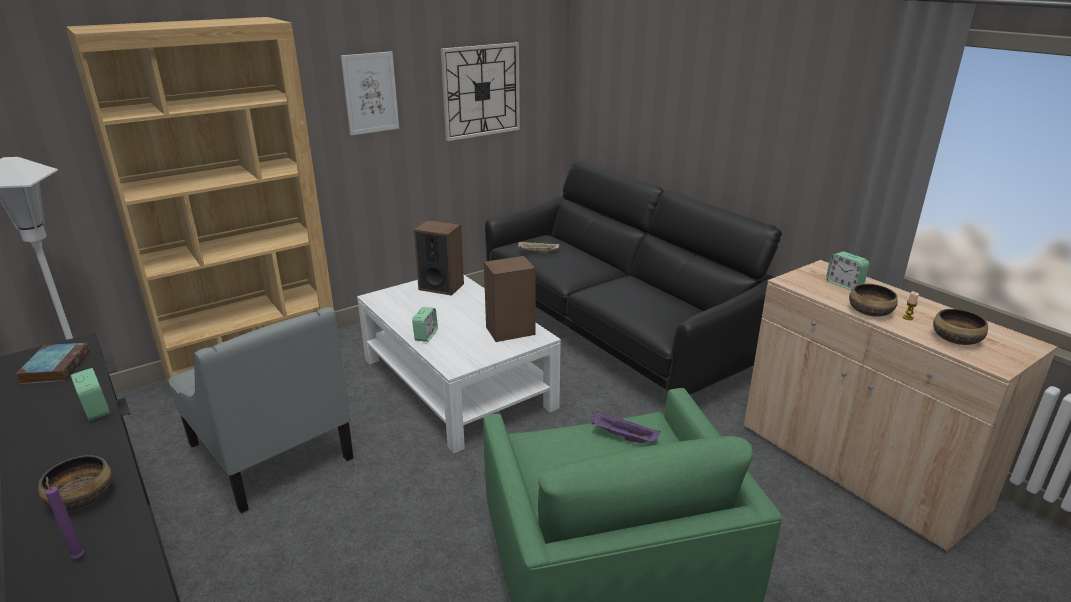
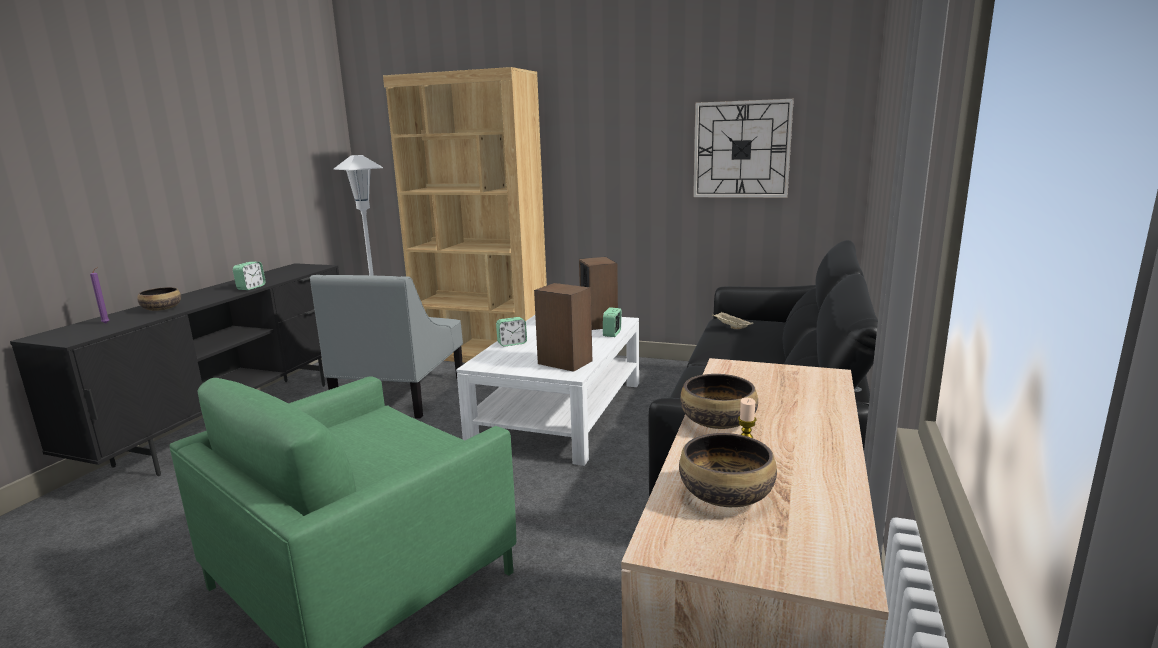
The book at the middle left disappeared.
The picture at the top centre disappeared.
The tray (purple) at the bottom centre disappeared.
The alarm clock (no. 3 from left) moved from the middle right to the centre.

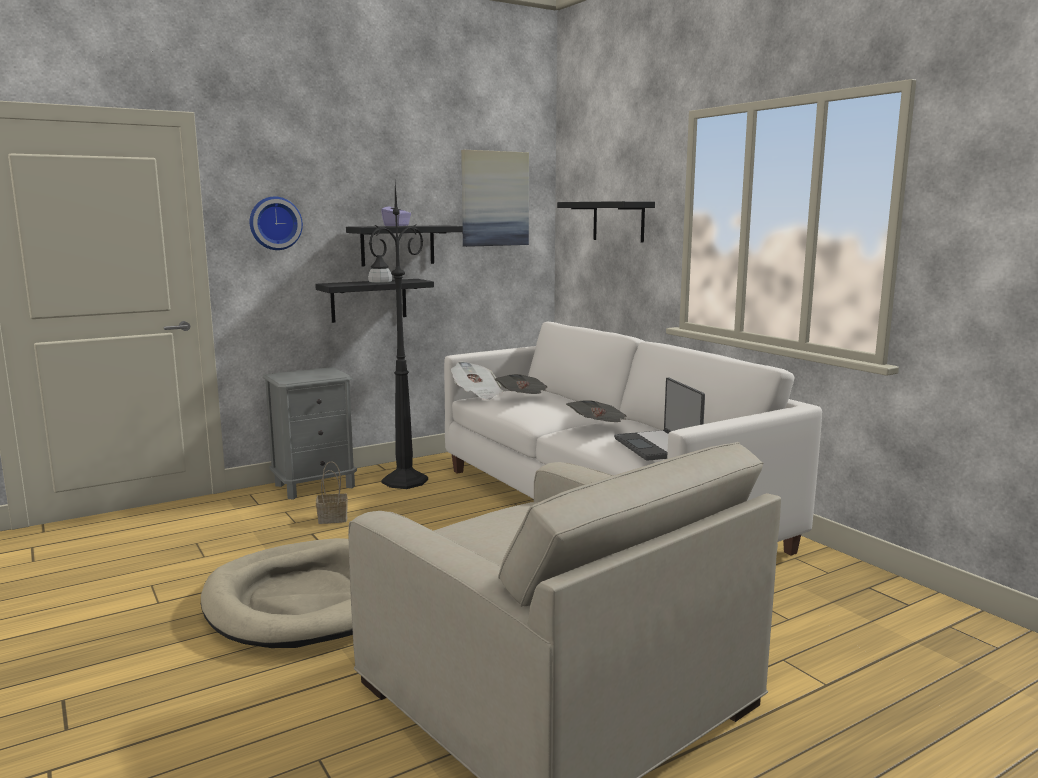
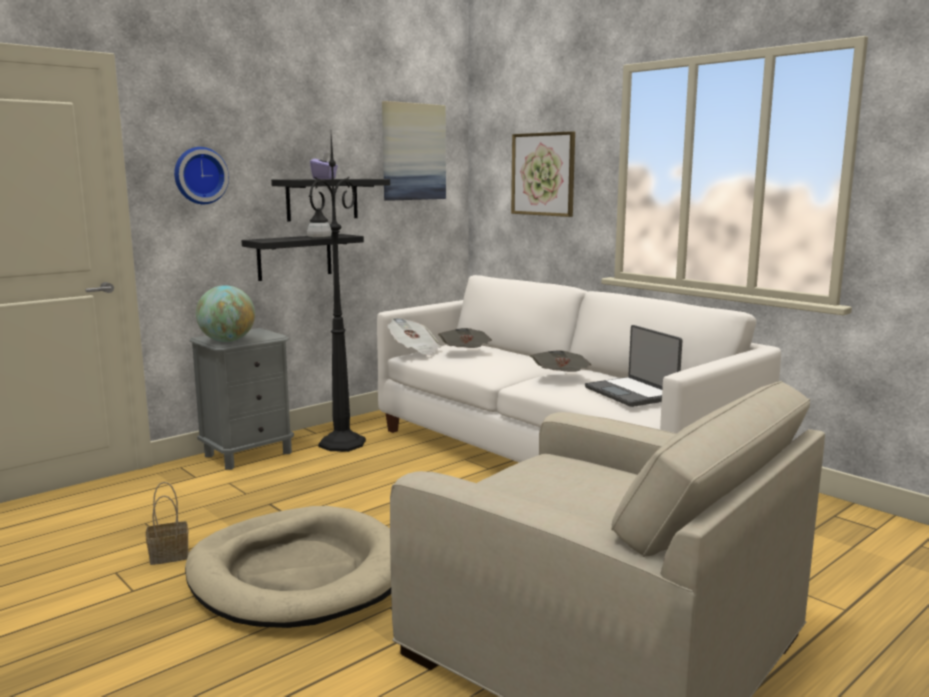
The basket moved from the middle left to the bottom left.
The shelf (black) (no. 3 from left) at the top centre was replaced by the picture (no. 2 from left) at the top centre.
The globe at the middle left appeared.

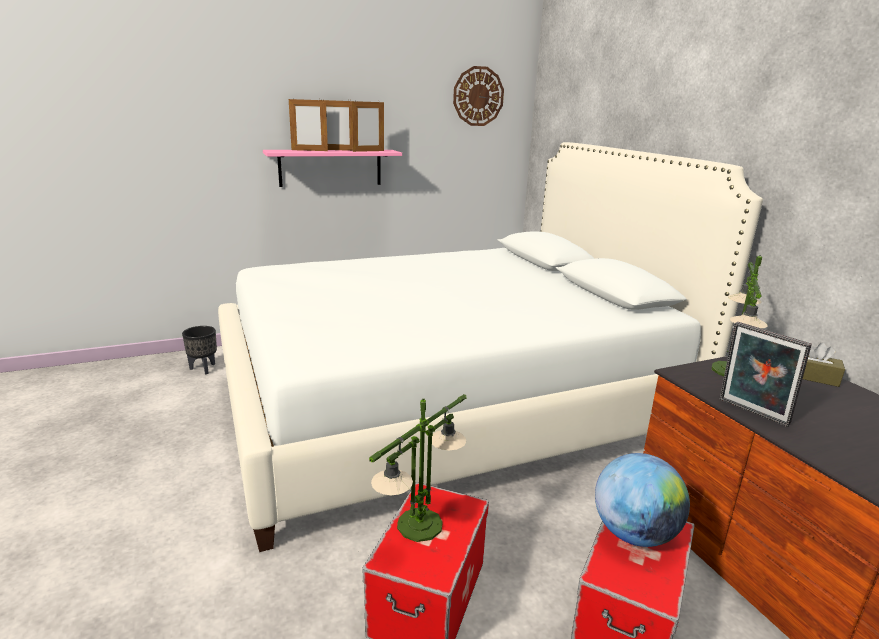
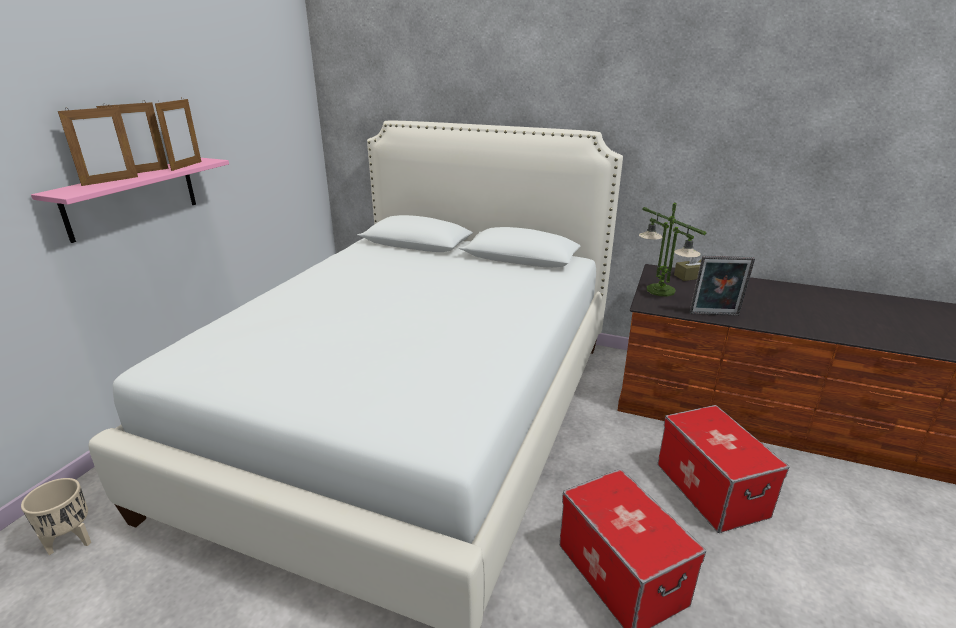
The planter (black) at the middle left became the planter (beige) at the bottom left.
The table lamp (no. 1 from left) at the bottom centre disappeared.
The wall clock at the top centre disappeared.
The globe at the bottom right disappeared.

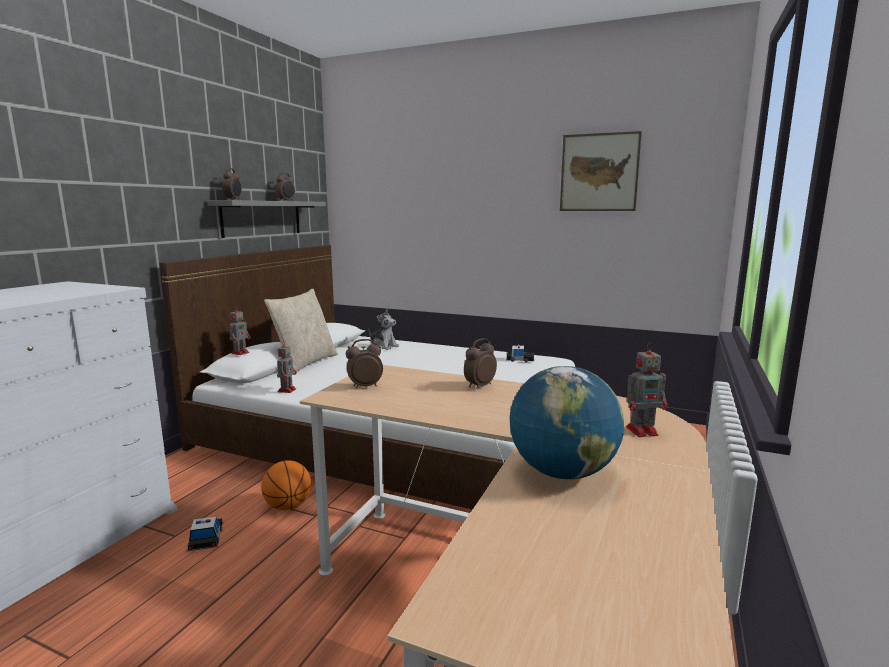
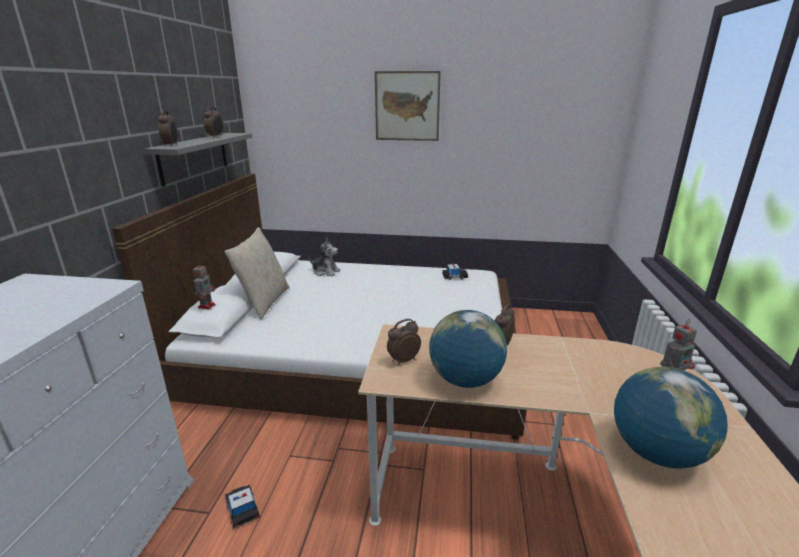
The basketball at the bottom left disappeared.
The toy robot (no. 2 from left) at the middle left disappeared.
The picture moved from the top right to the top centre.
The globe (no. 1 from left) at the centre appeared.

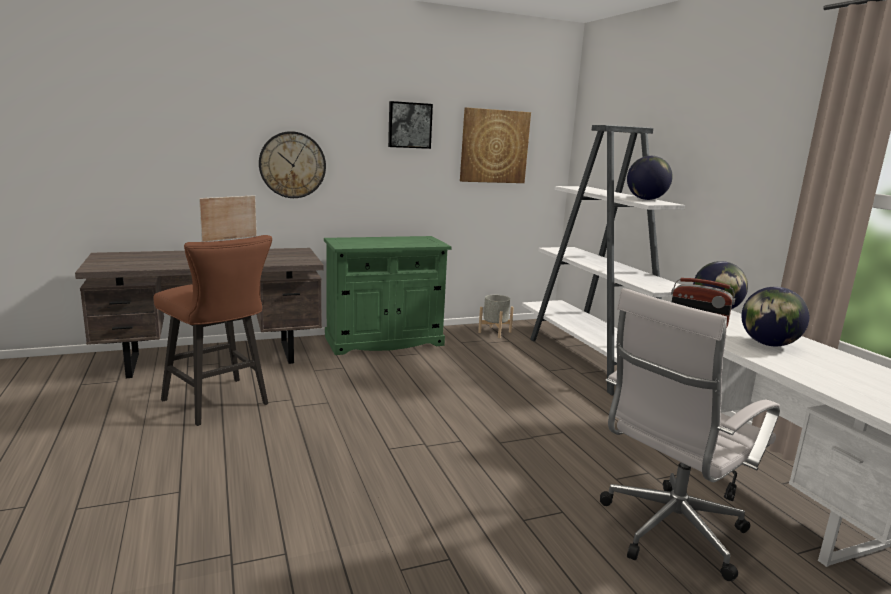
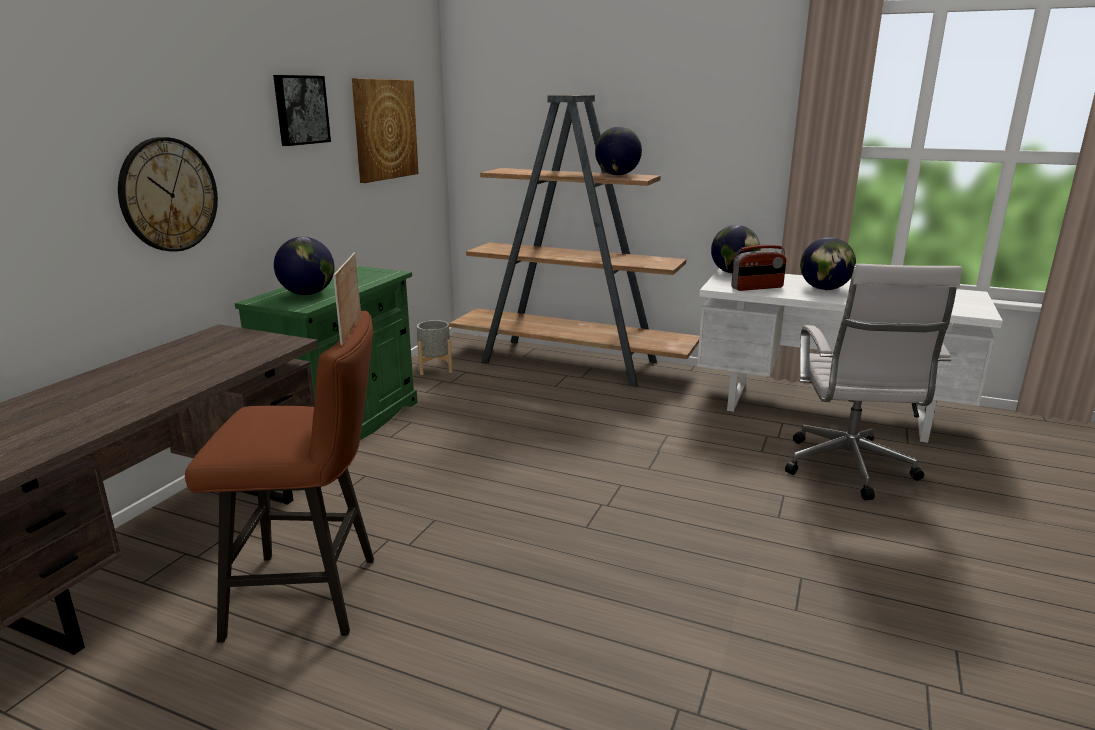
The bookcase (white) at the middle right became the bookcase (brown) at the top centre.
The globe (no. 1 from left) at the middle left appeared.

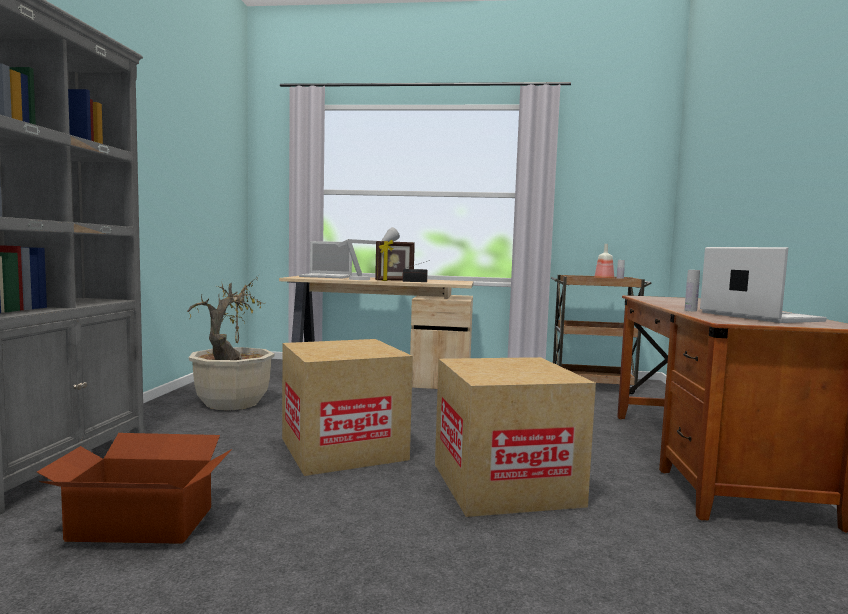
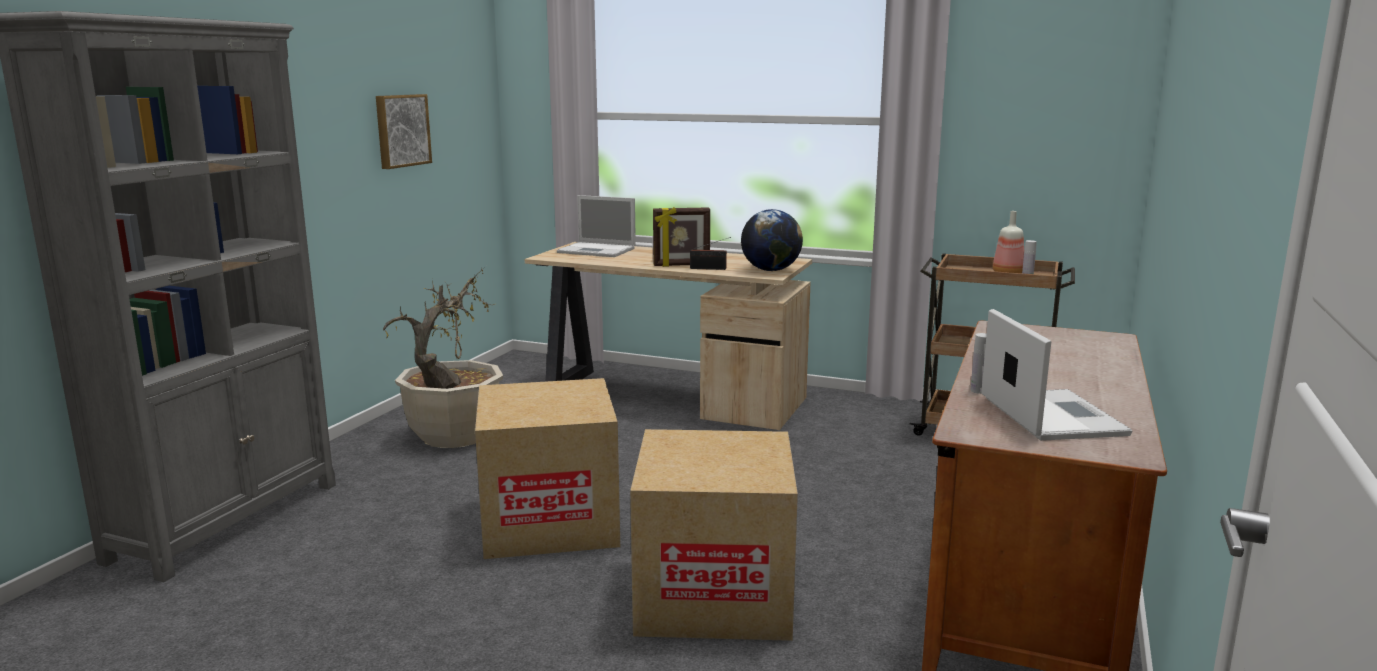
The cardboard box (no. 1 from left) at the bottom left disappeared.
The table lamp (grey) at the centre disappeared.
The picture at the top left appeared.
The globe at the centre appeared.

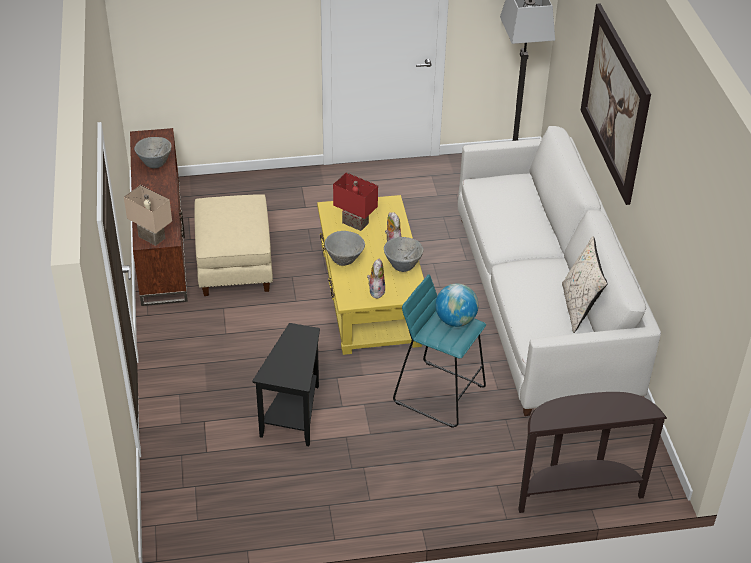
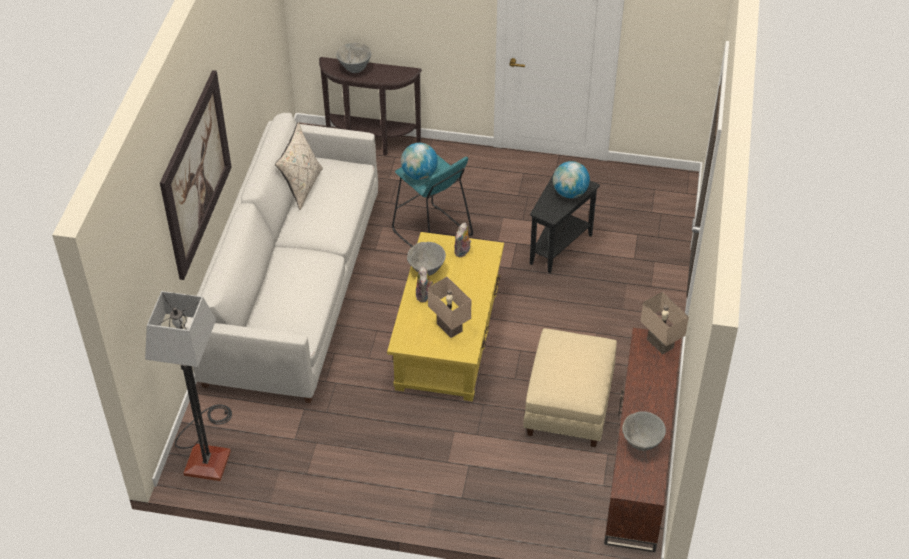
The bowl (grey) (no. 2 from left in the first image) moved from the centre to the top centre.
The table lamp (red) at the centre became the table lamp (beige) (no. 1 from left) at the centre.
The globe (no. 2 from left) at the top centre appeared.

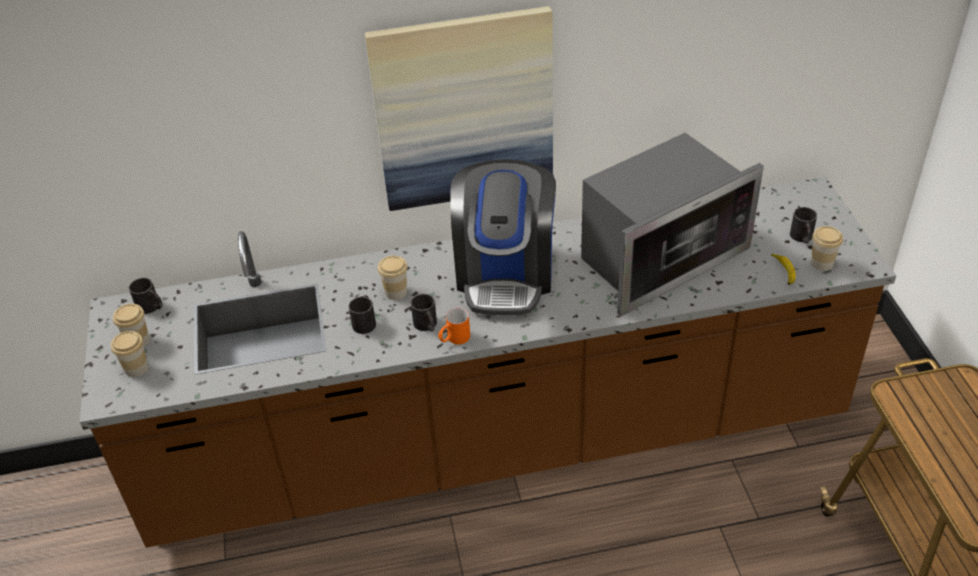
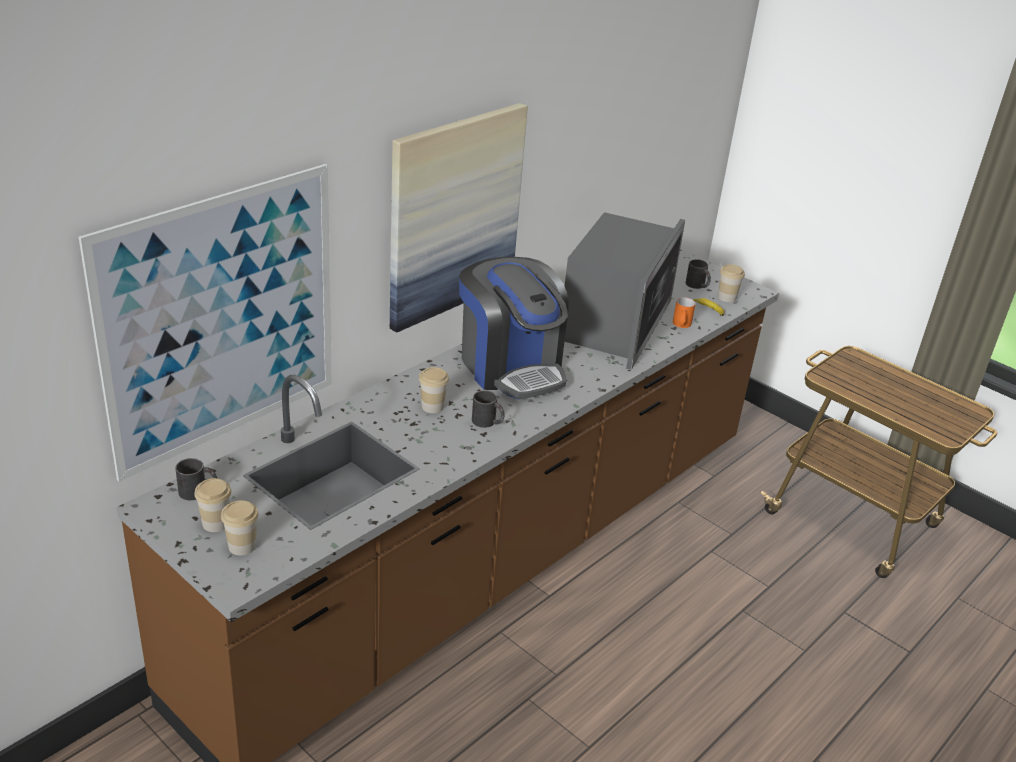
The mug (black) (no. 2 from left) at the centre disappeared.
The mug (orange) moved from the centre to the middle right.
The picture (no. 1 from left) at the middle left appeared.

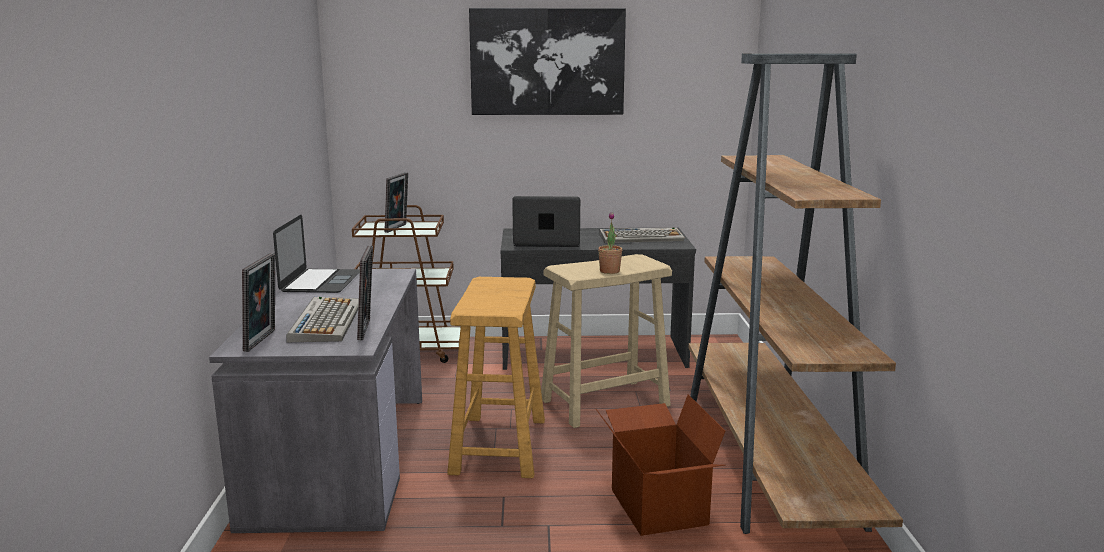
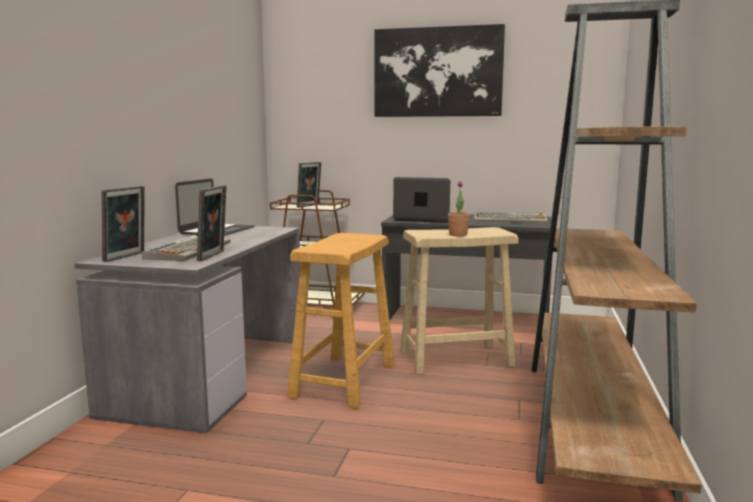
The cardboard box at the bottom centre disappeared.

